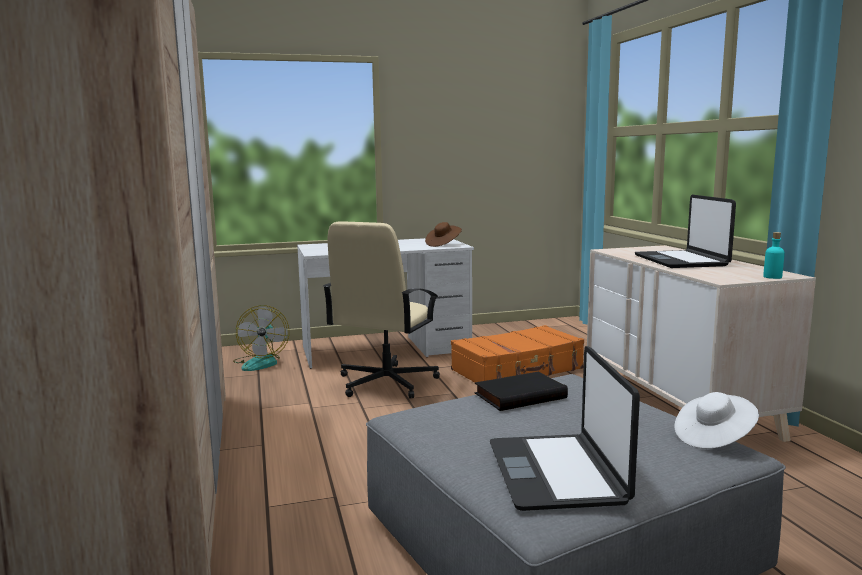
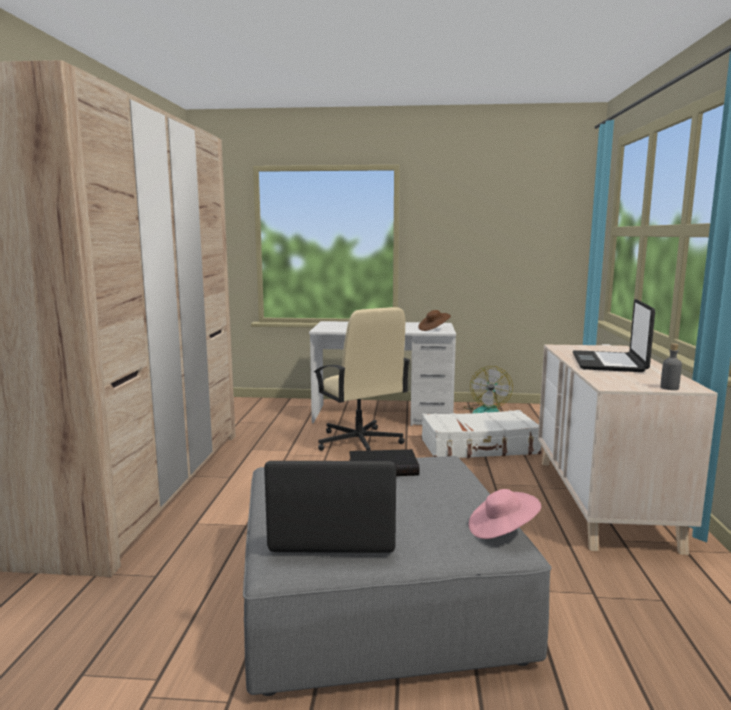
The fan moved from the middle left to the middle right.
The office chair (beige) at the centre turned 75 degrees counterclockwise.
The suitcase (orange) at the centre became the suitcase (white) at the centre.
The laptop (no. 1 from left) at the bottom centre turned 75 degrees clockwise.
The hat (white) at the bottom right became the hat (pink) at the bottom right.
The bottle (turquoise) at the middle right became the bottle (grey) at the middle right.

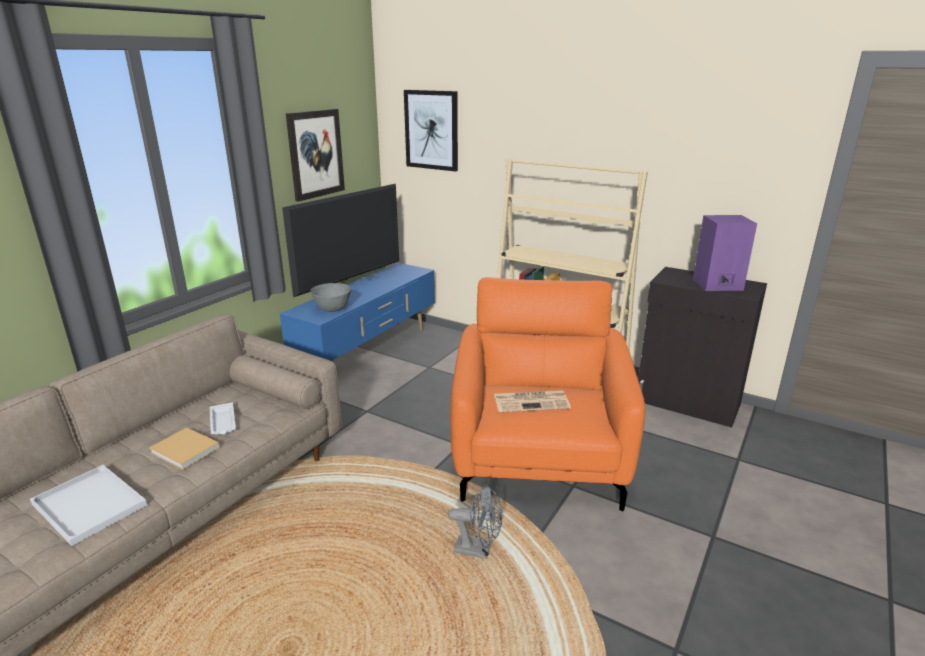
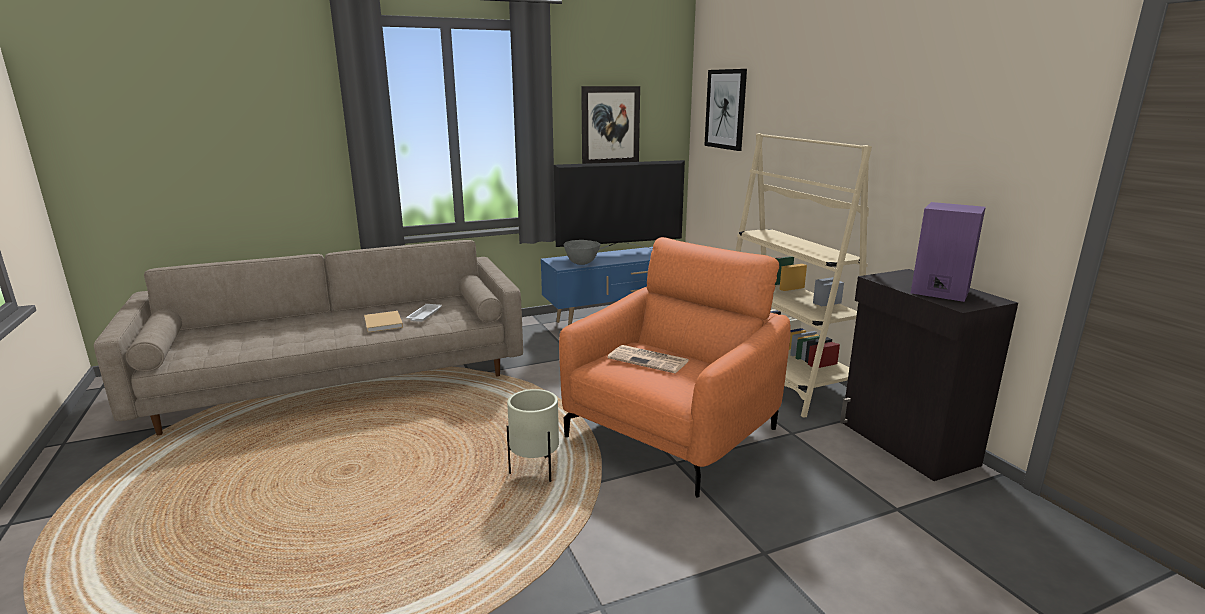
The tray (white) (no. 1 from left) at the bottom left disappeared.
The fan (grey) at the bottom centre was replaced by the planter (beige) at the bottom centre.

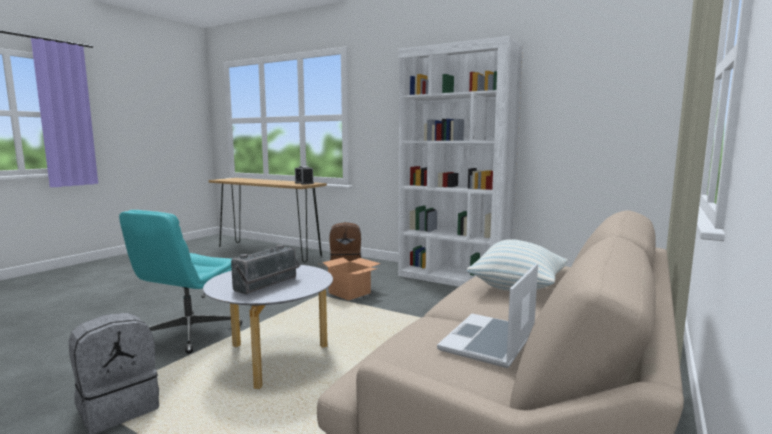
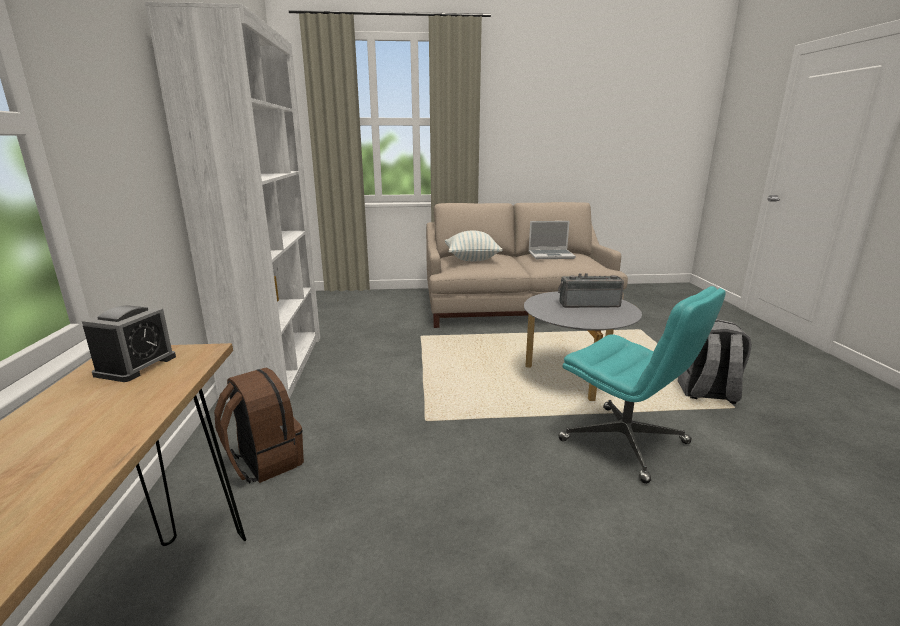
The office chair (turquoise) at the middle left turned 60 degrees clockwise.
The cardboard box at the centre disappeared.

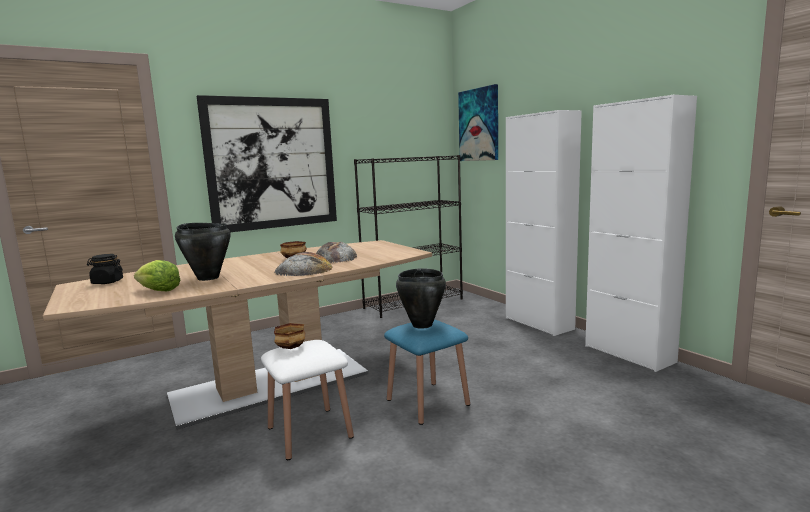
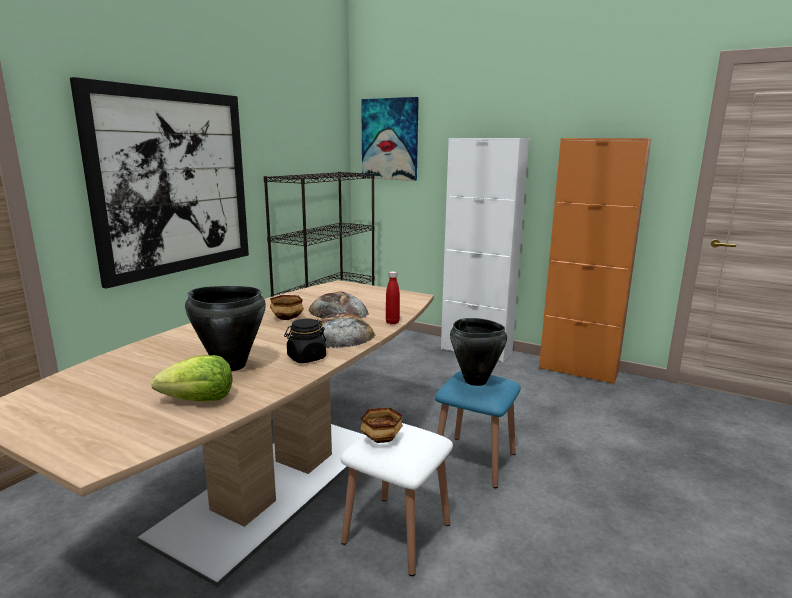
The jar (black) moved from the middle left to the centre.
The cabinet (white) (no. 2 from left) at the middle right became the cabinet (orange) at the middle right.
The bottle (red) at the centre appeared.

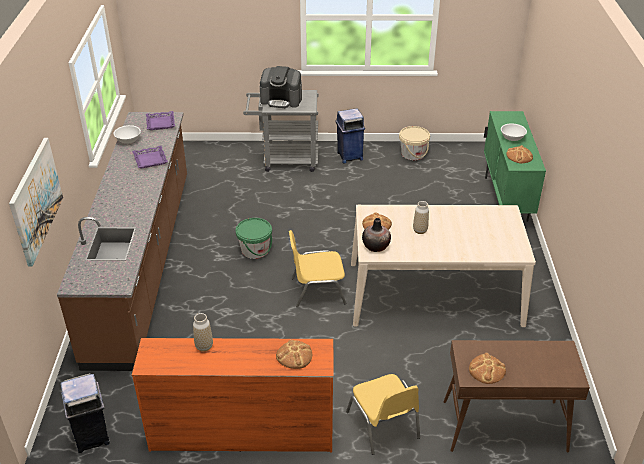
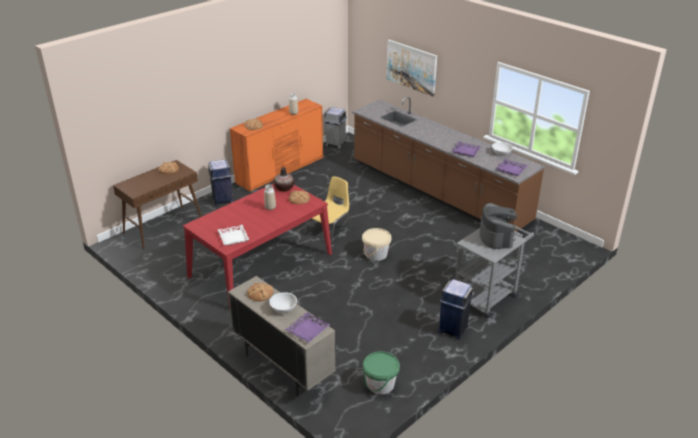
The bucket (green) moved from the centre to the bottom centre.
The coffee machine at the top centre turned 120 degrees clockwise.
The chair (yellow) (no. 2 from left) at the bottom centre was replaced by the trash can (blue) (no. 1 from left) at the middle left.
The dining table (beige) at the middle right became the dining table (red) at the centre.
The bucket (beige) moved from the top centre to the centre.
The cabinet (green) at the middle right became the cabinet (beige) at the bottom centre.
The tray (white) at the centre appeared.
The tray (purple) (no. 1 from left) at the bottom centre appeared.

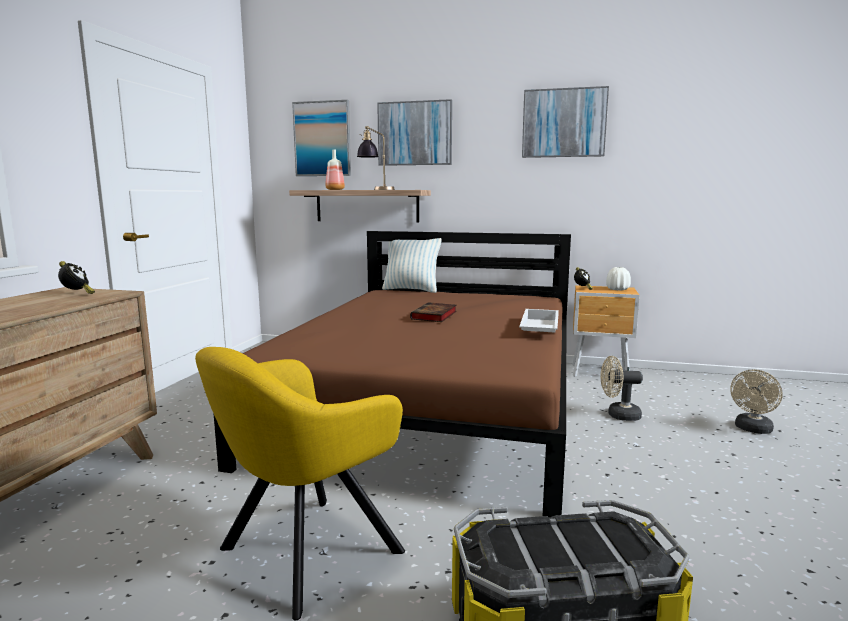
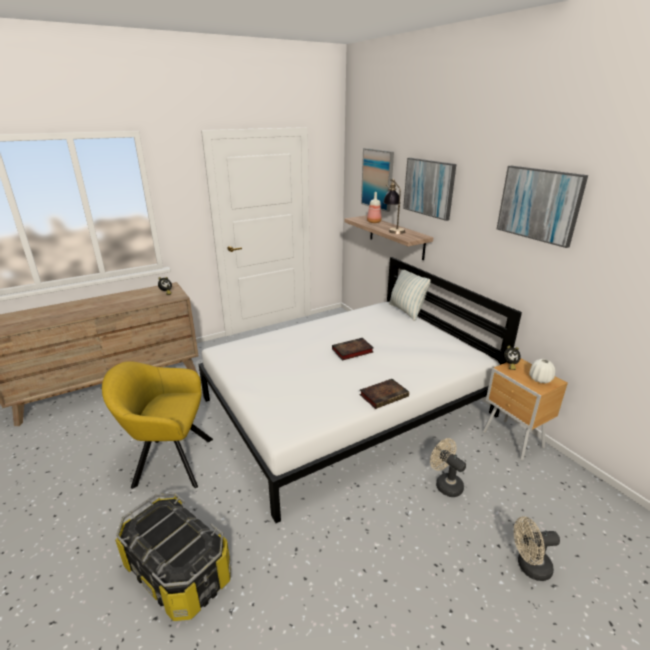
The bed (brown) at the centre became the bed (white) at the centre.
The tray (white) at the centre was replaced by the book (no. 2 from left) at the centre.

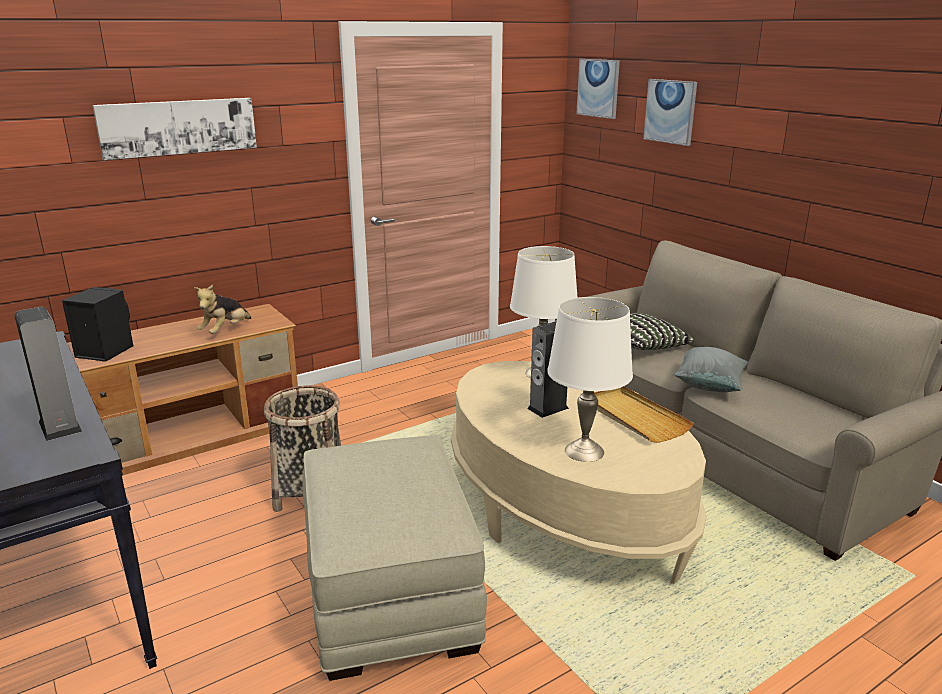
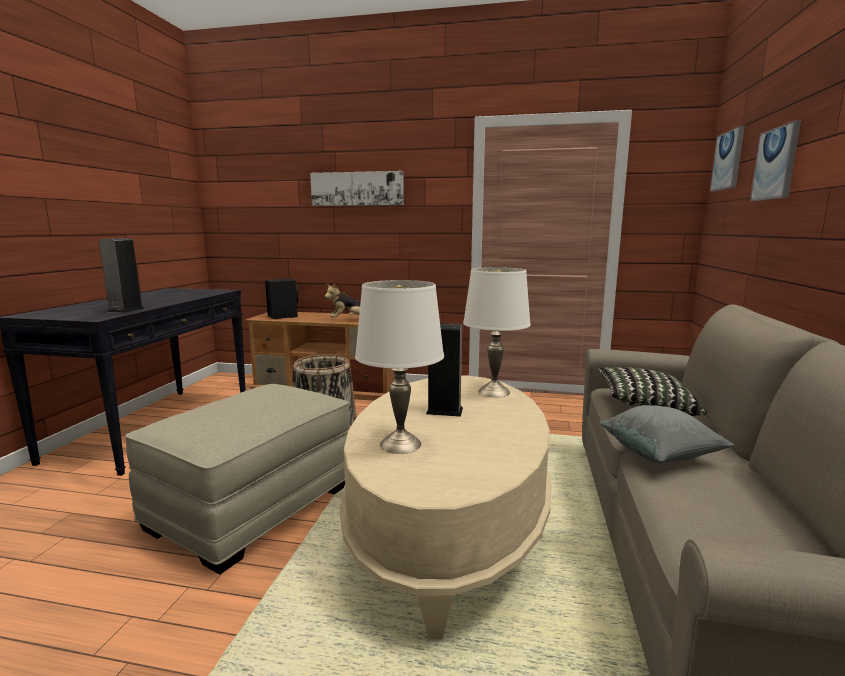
The tray (beige) at the middle right disappeared.

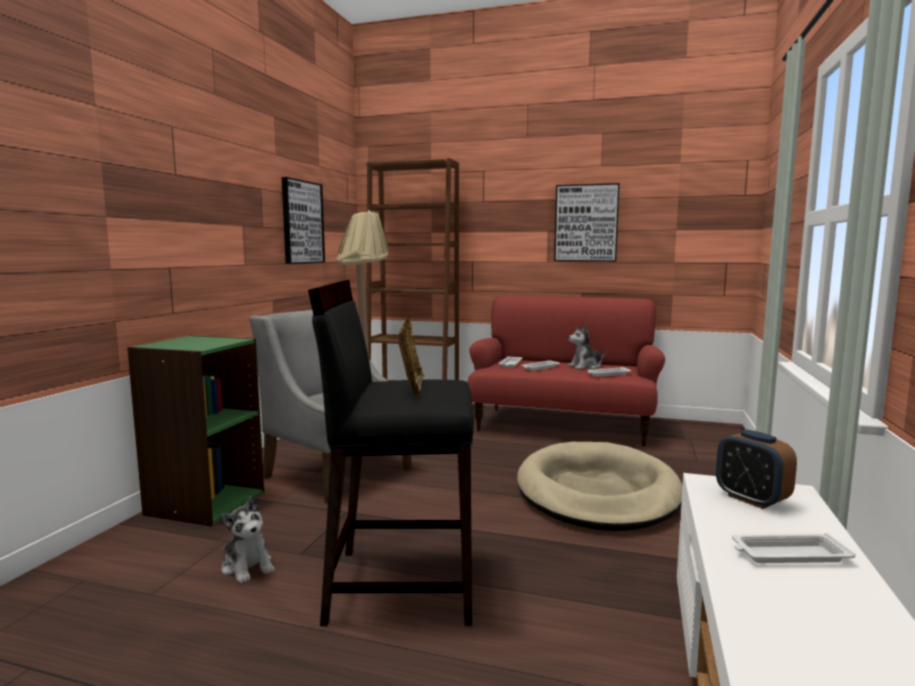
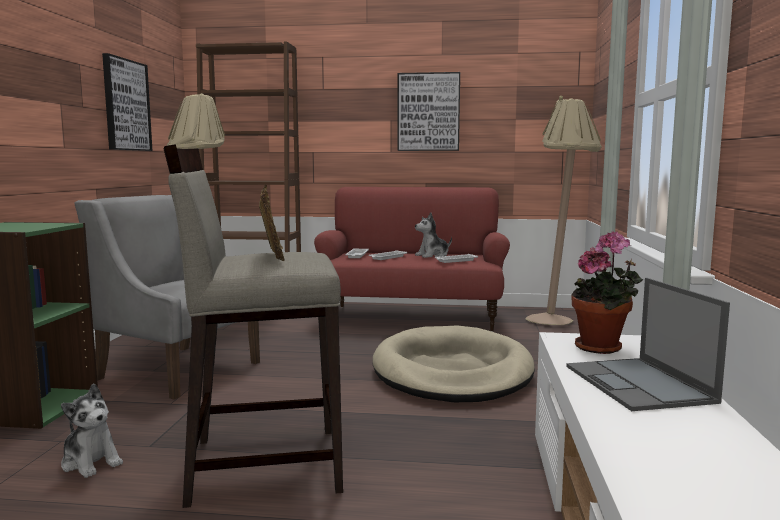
The stool (black) at the centre became the stool (beige) at the middle left.
The alarm clock at the bottom right was replaced by the potted plant at the middle right.
The tray (white) (no. 4 from left) at the bottom right was replaced by the laptop at the middle right.
The floor lamp (beige) (no. 2 from left) at the middle right appeared.

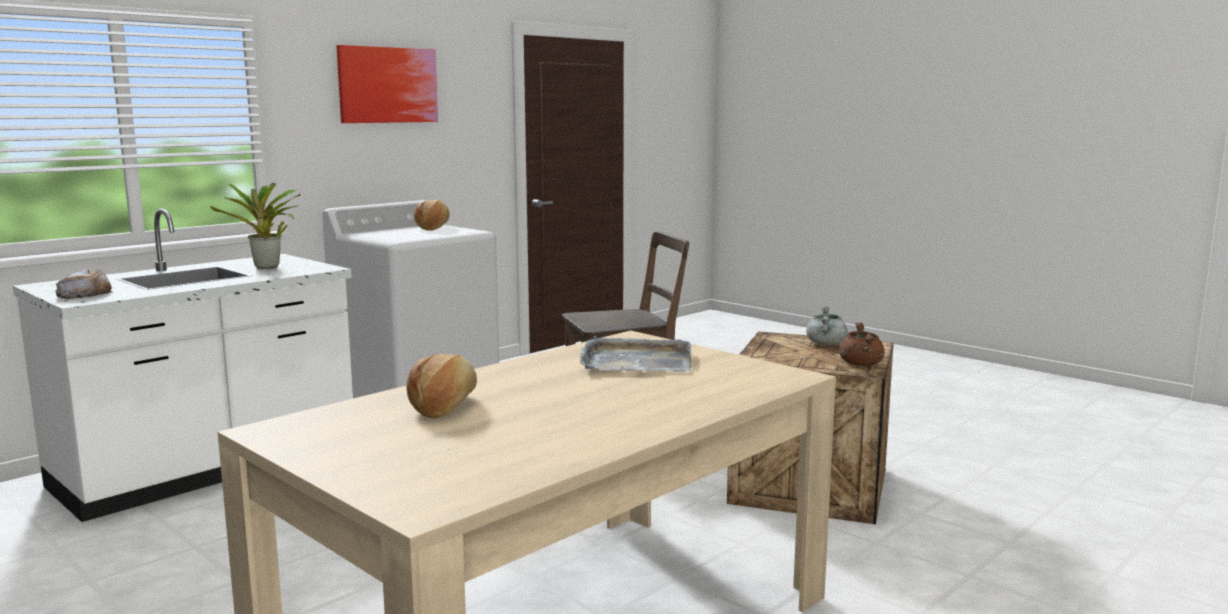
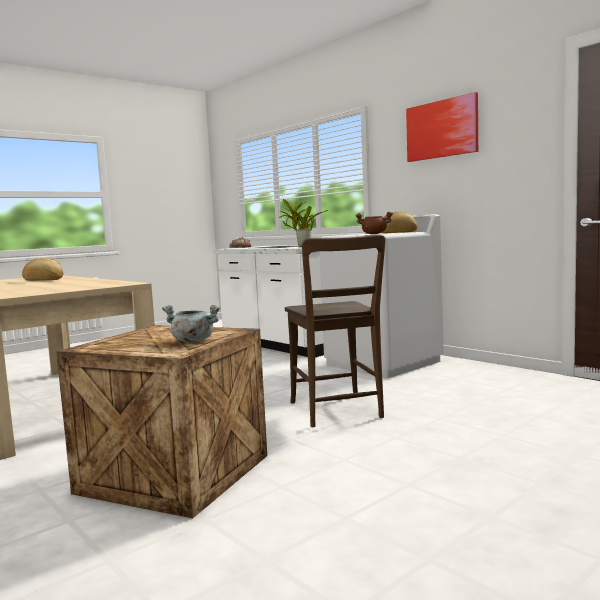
The tray (grey) at the centre disappeared.
The cooking pot (brown) moved from the middle right to the centre.

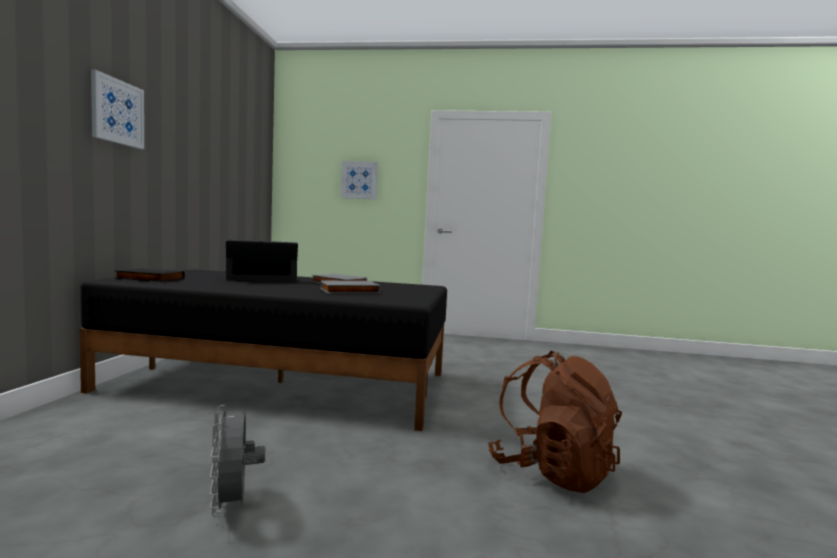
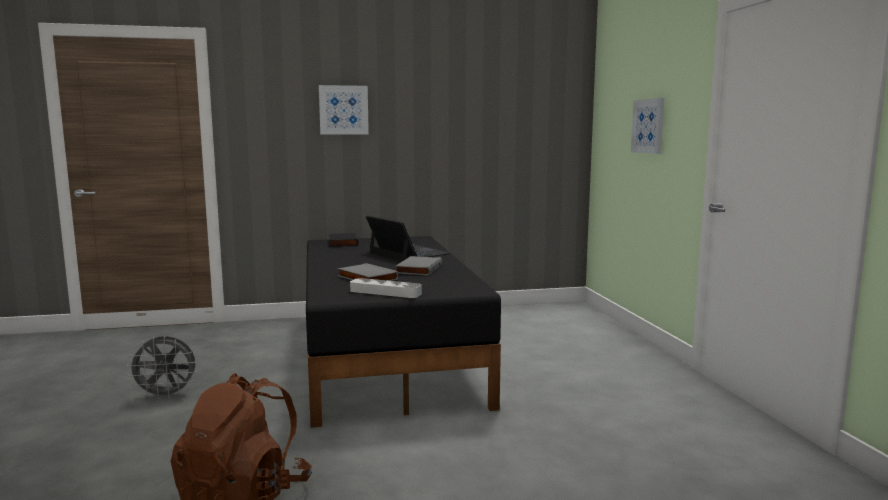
The fan (grey) at the bottom left turned 150 degrees counterclockwise.
The tray (grey) at the centre appeared.

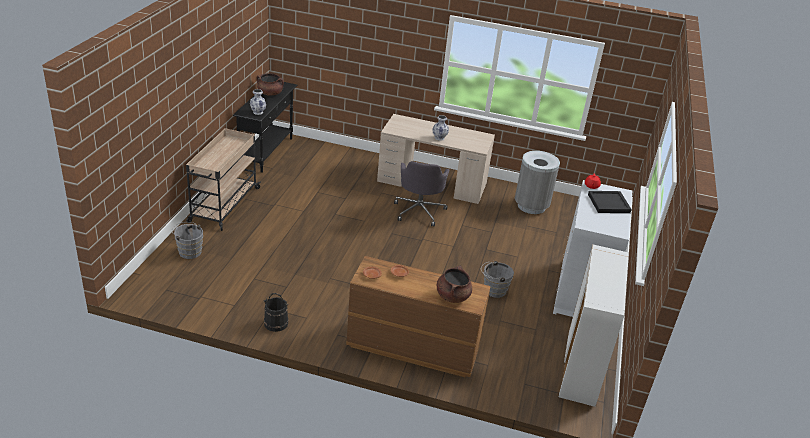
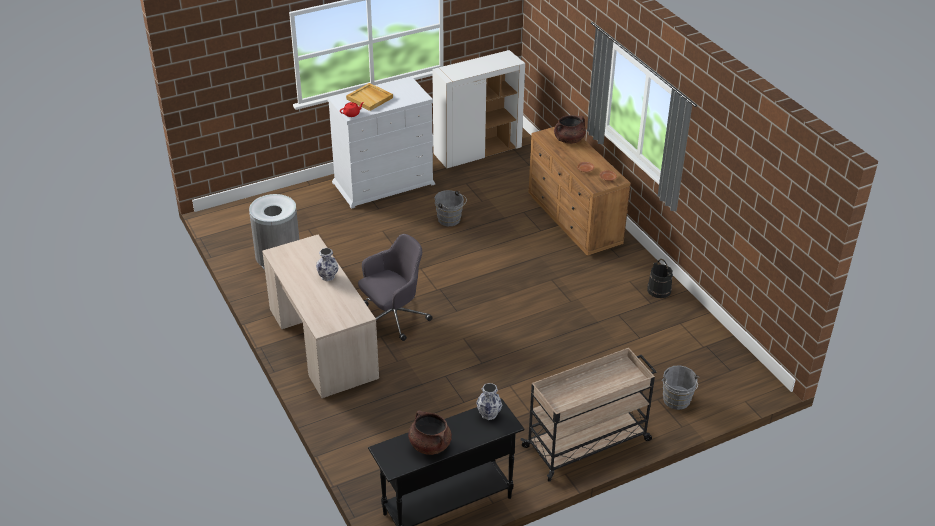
The tray (black) at the middle right became the tray (beige) at the top centre.

